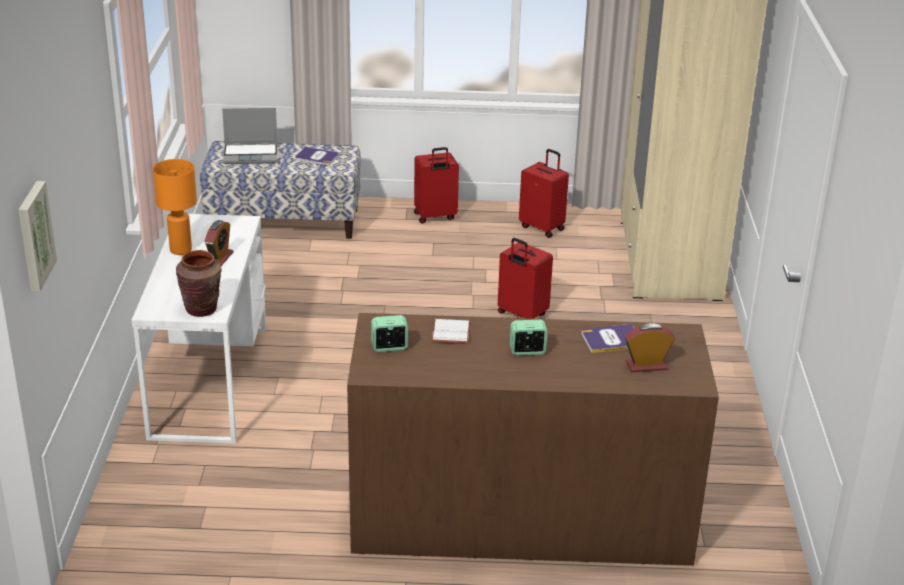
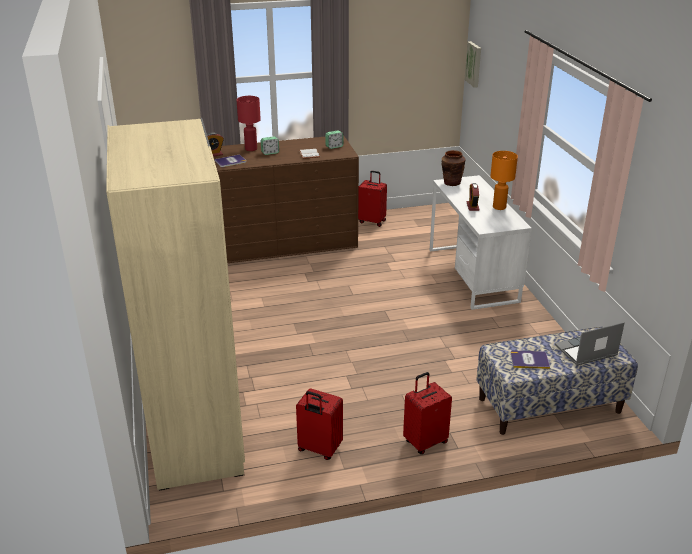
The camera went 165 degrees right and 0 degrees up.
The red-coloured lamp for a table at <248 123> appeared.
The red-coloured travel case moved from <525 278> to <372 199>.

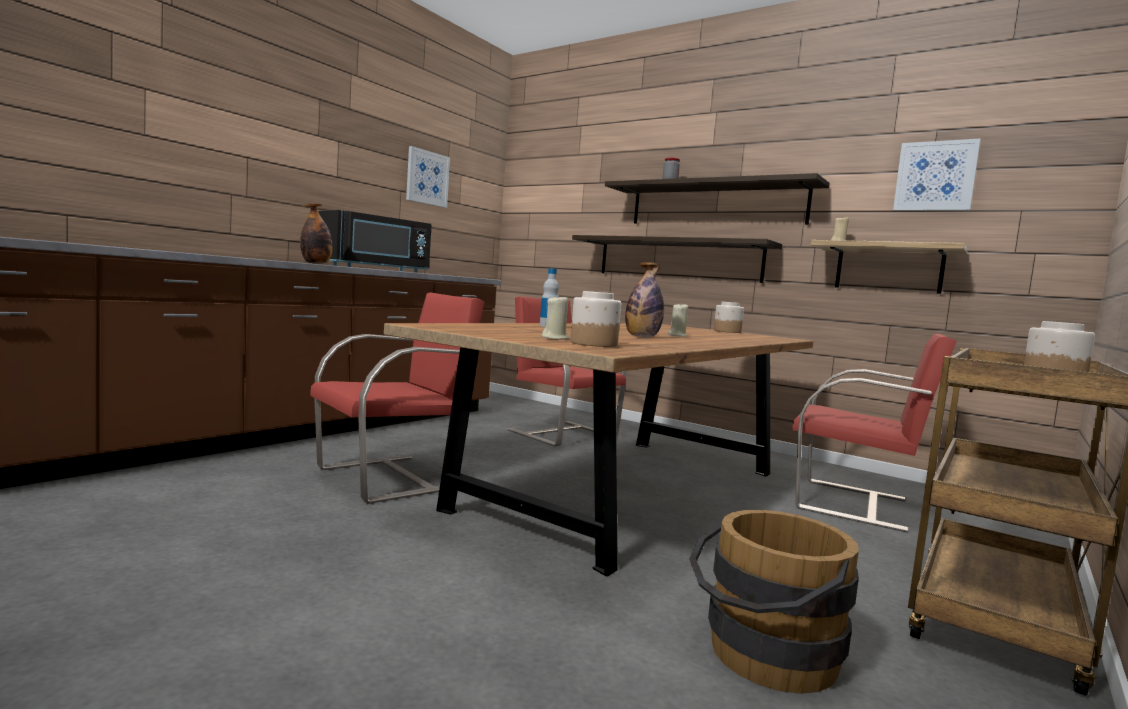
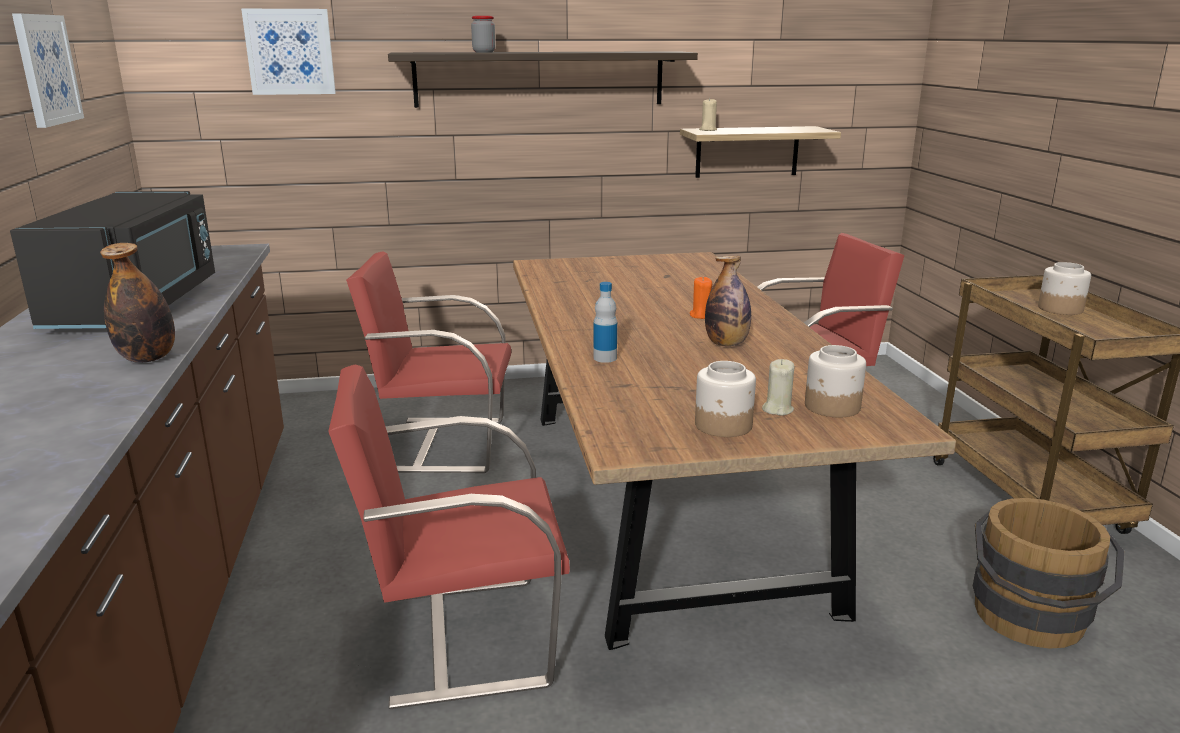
The camera went 45 degrees left and 15 degrees up.
The wall shelf at <677 259> disappeared.
The preserve jar moved from <729 317> to <725 399>.
The wall picture moved from <936 174> to <288 52>.
The beige-coloured wax light at <678 319> became the orange wax light at <701 298>.
The red-coloured upright chair at <397 398> turned 105 degrees counterclockwise.

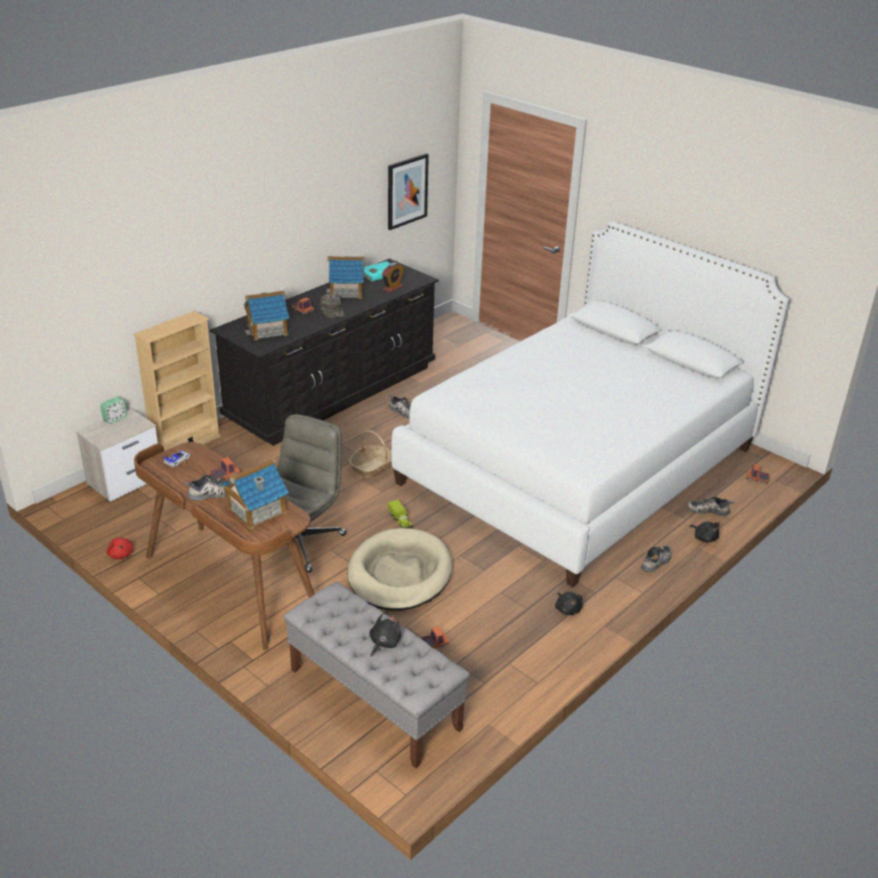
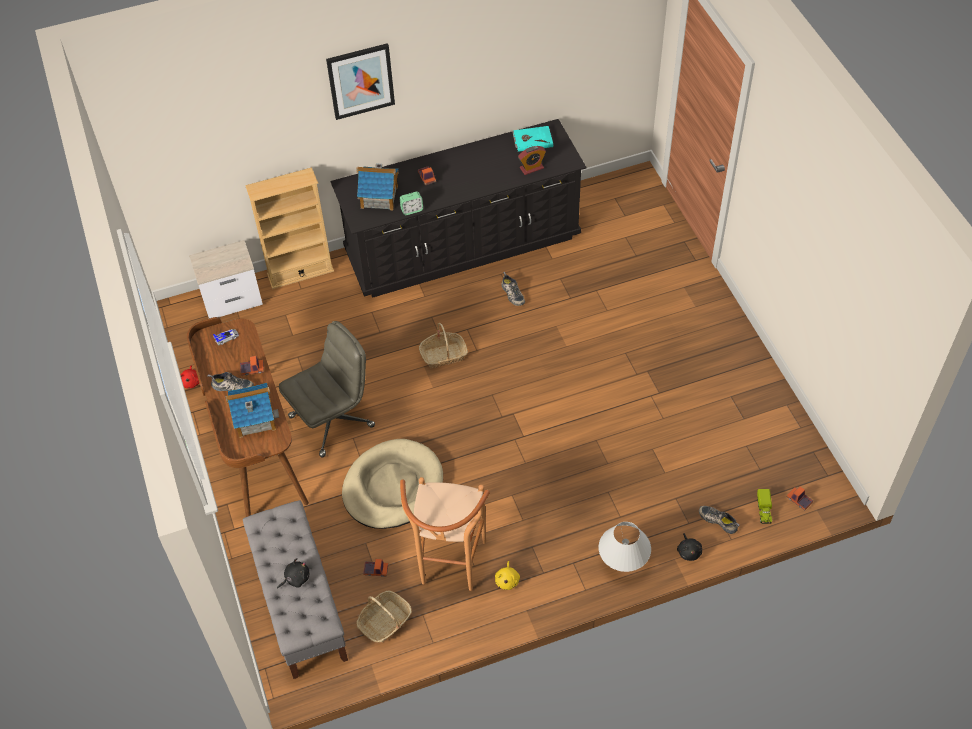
The camera went 30 degrees right and 20 degrees up.
The green baseball cap at <332 306> disappeared.
The toy house at <345 277> disappeared.
The whitish bed at <590 405> disappeared.
The basket at <384 616> appeared.
The brownish stool at <445 534> appeared.
The bedside clock moved from <113 410> to <411 203>.
The wall picture moved from <408 191> to <360 81>.
The toy lorry moved from <400 514> to <764 506>.
The shoe at <656 558> was replaced by the whitish lamp for a table at <625 547>.
The black soft toy at <569 603> became the yellow soft toy at <507 575>.

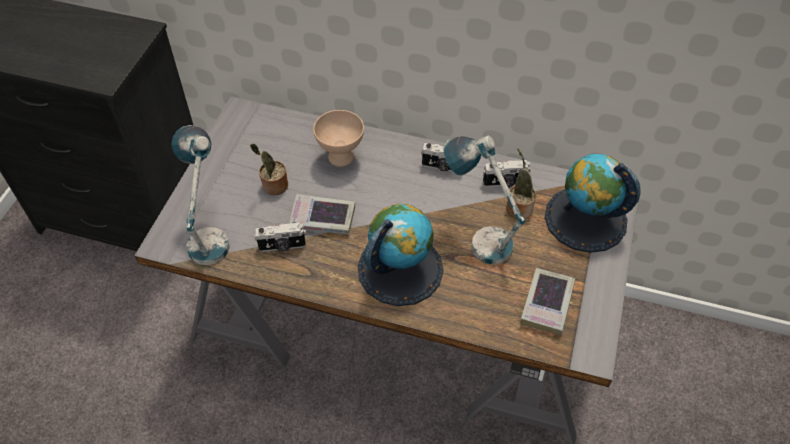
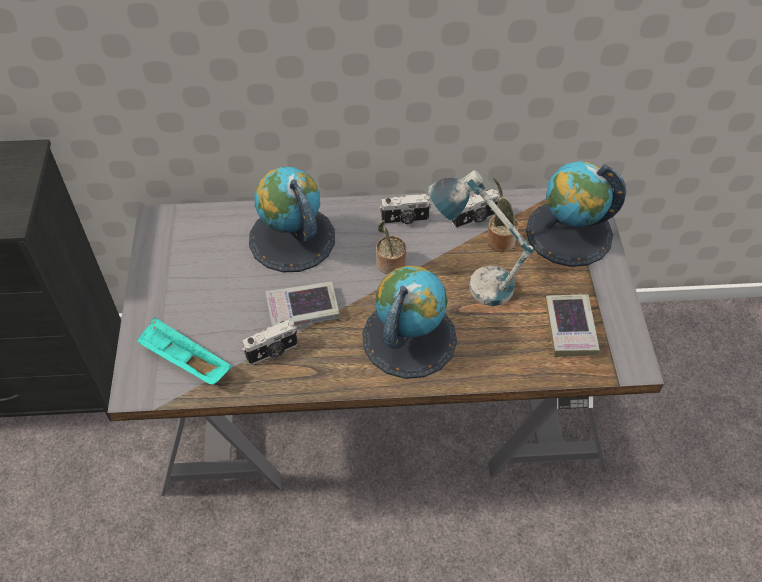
The camera went 20 degrees left and 0 degrees up.
The plant in a pot moved from <269 169> to <391 247>.
The lamp for a table at <201 195> was replaced by the blue-green serving tray at <184 351>.
The beige-coloured bowl at <338 138> was replaced by the world globe at <292 219>.

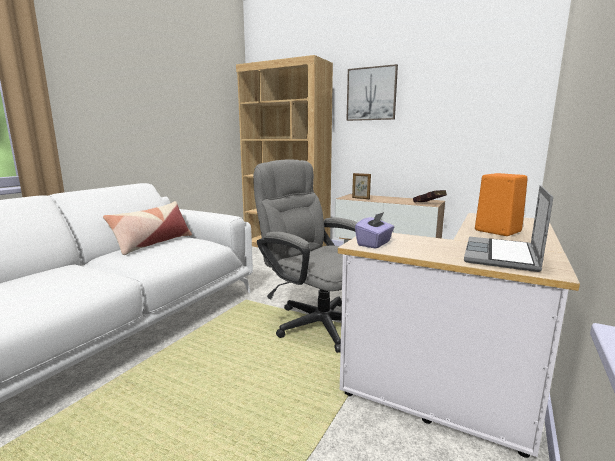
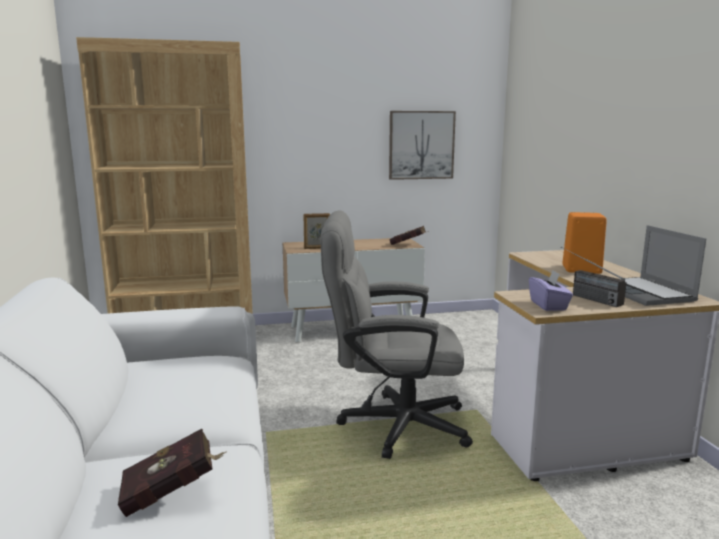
The camera went 40 degrees left and 0 degrees up.
The pillow at <147 228> disappeared.
The red-coloured bound book at <172 473> appeared.
The radio receiver at <594 277> appeared.
The wall picture moved from <372 92> to <422 145>.

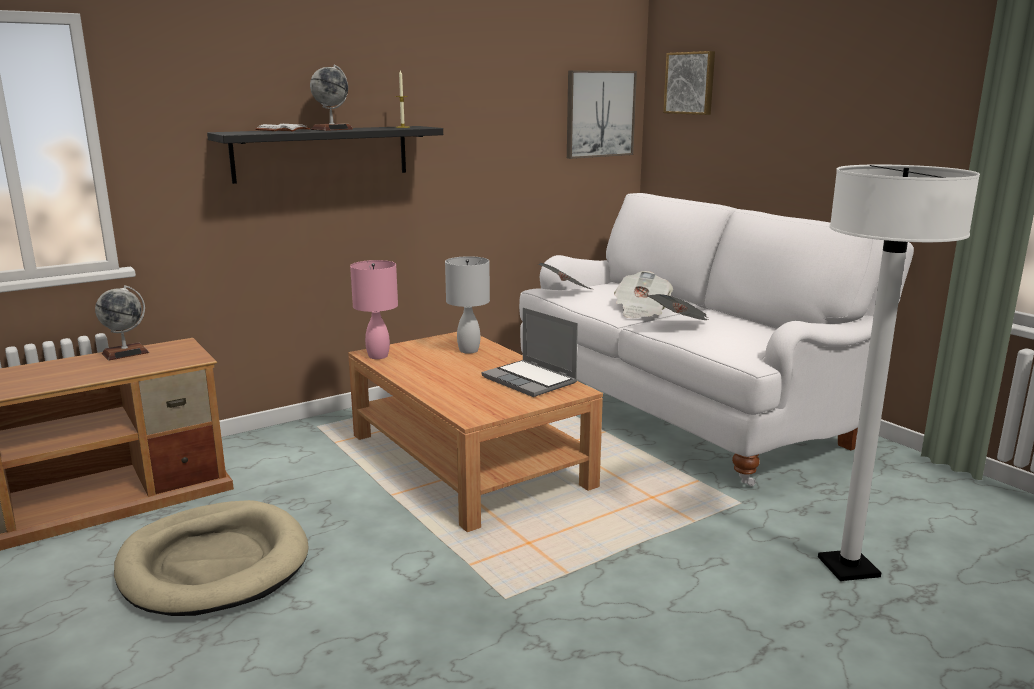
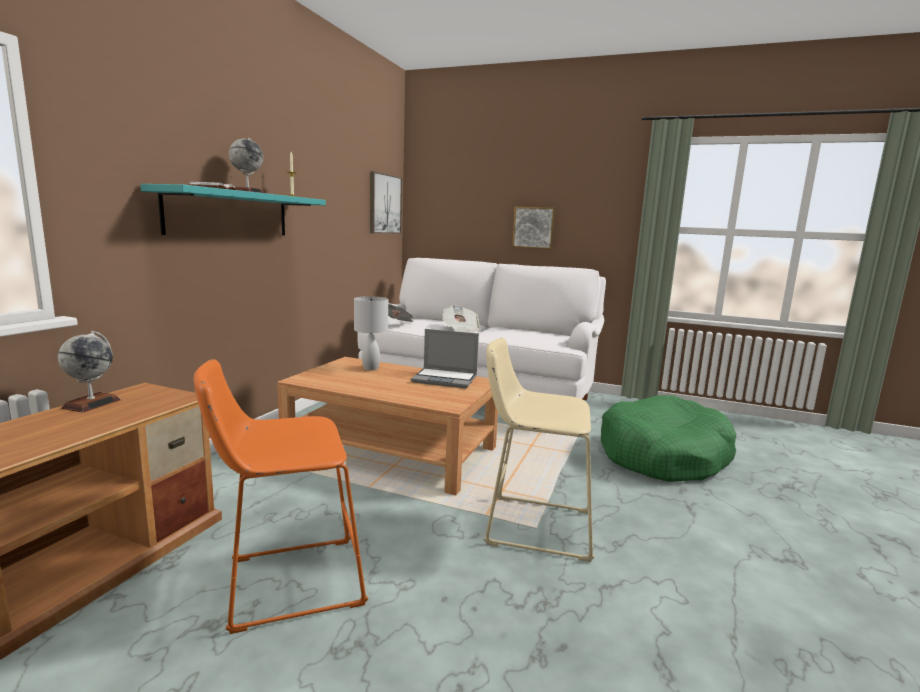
The camera went 35 degrees left and 5 degrees down.
The pink lamp for a table at <374 309> disappeared.
The printed paper at <678 307> disappeared.
The beige-coloured stool at <539 450> appeared.
The wall picture moved from <689 83> to <533 228>.
The beige-coloured dog bed at <211 558> was replaced by the orange stool at <281 496>.
The whitish standing lamp at <899 372> was replaced by the green dog bed at <668 438>.
The black wall shelf at <325 155> became the blue-green wall shelf at <233 209>.

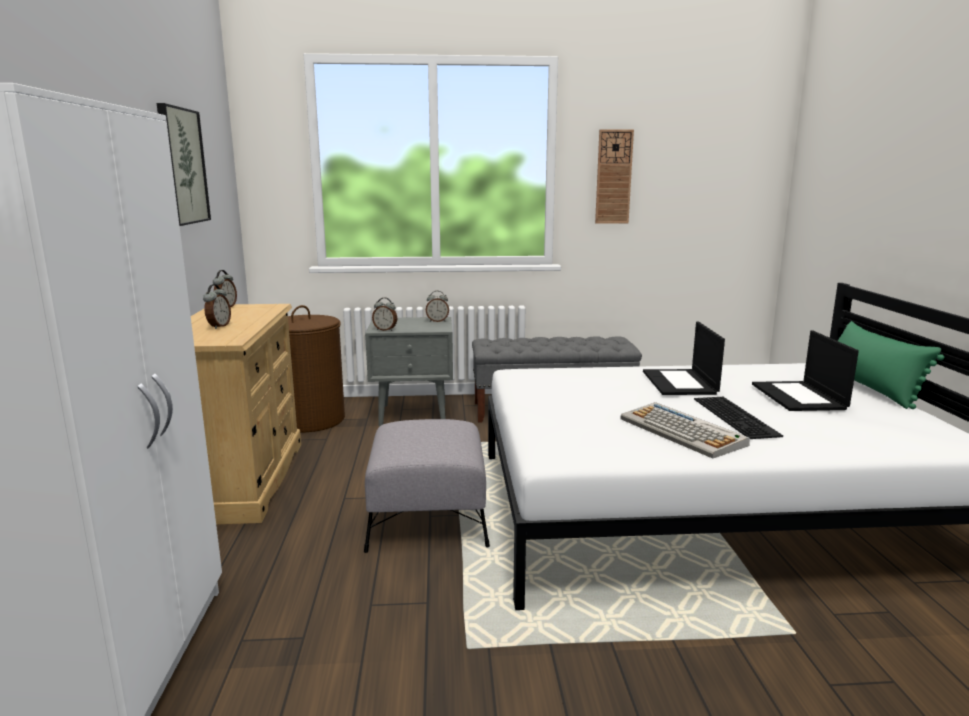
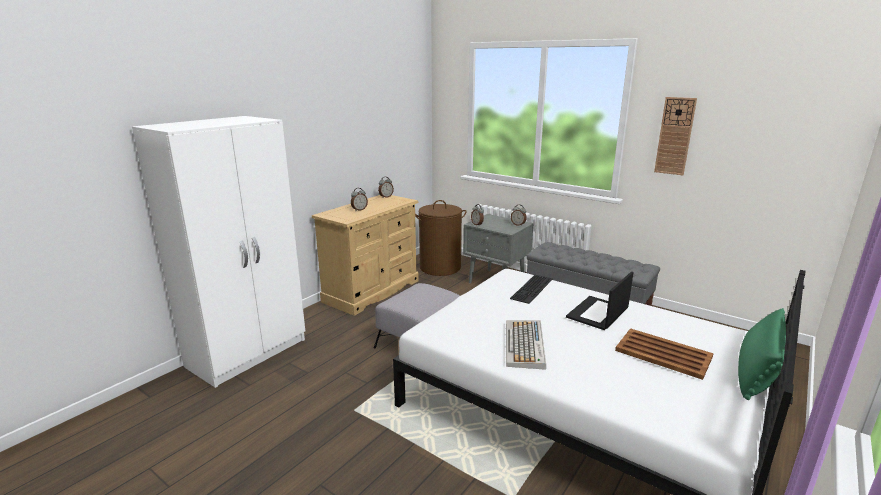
The camera went 40 degrees right and 5 degrees up.
The wall picture at <184 164> disappeared.
The keyboard moved from <738 418> to <531 289>.
The laptop at <805 371> was replaced by the brownish serving tray at <664 354>.

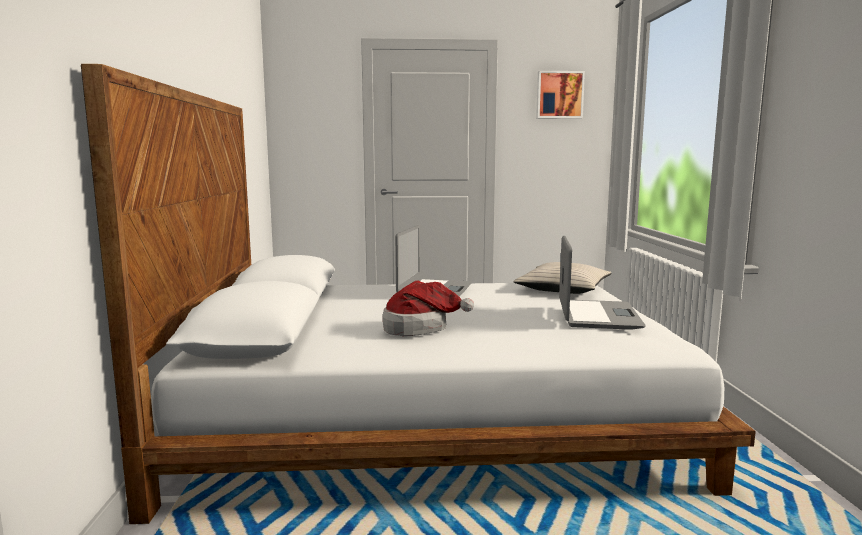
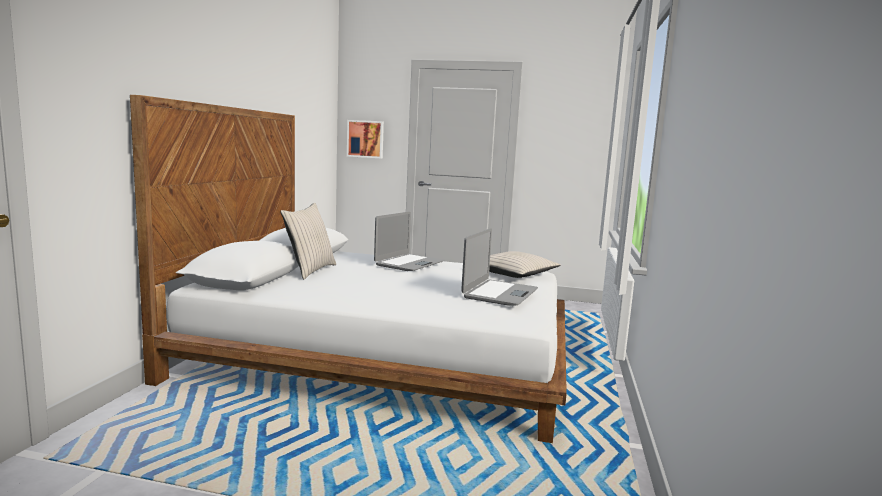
The camera went 15 degrees right and 0 degrees up.
The hat at <428 308> disappeared.
The beige-coloured pillow at <308 241> appeared.
The wall picture moved from <560 95> to <365 139>.

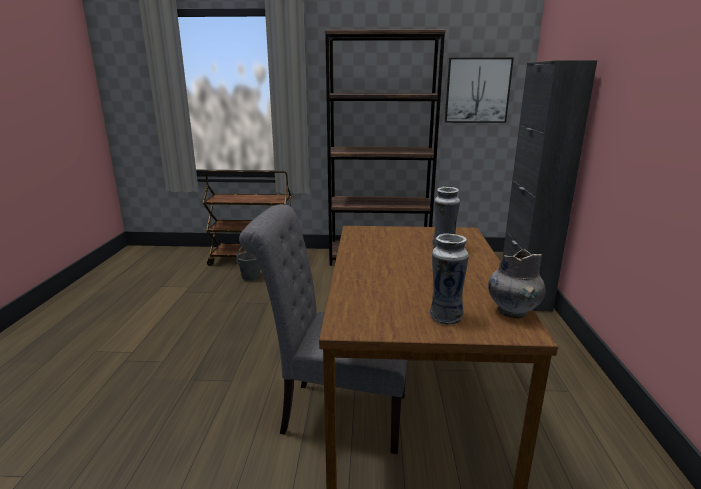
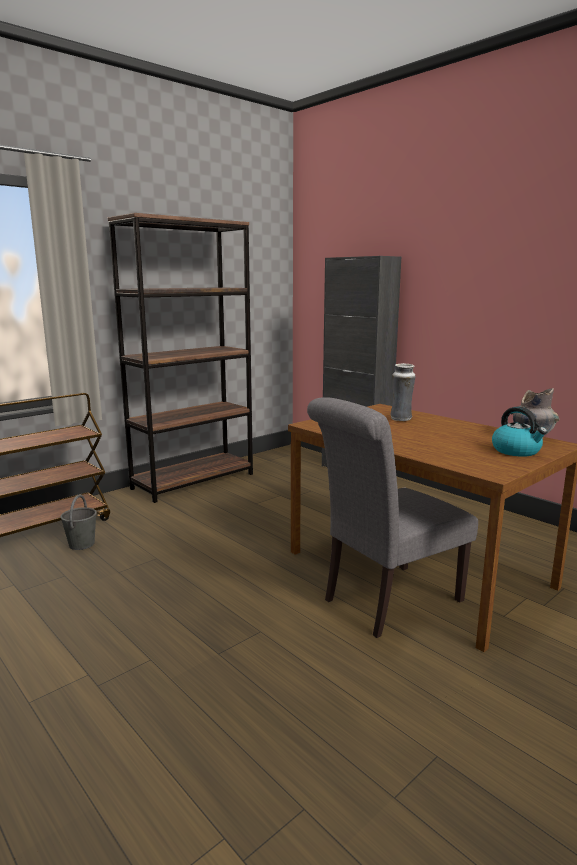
The camera went 45 degrees left and 5 degrees down.
The wall picture at <479 90> disappeared.
The decorative vase at <449 279> was replaced by the water kettle at <519 432>.

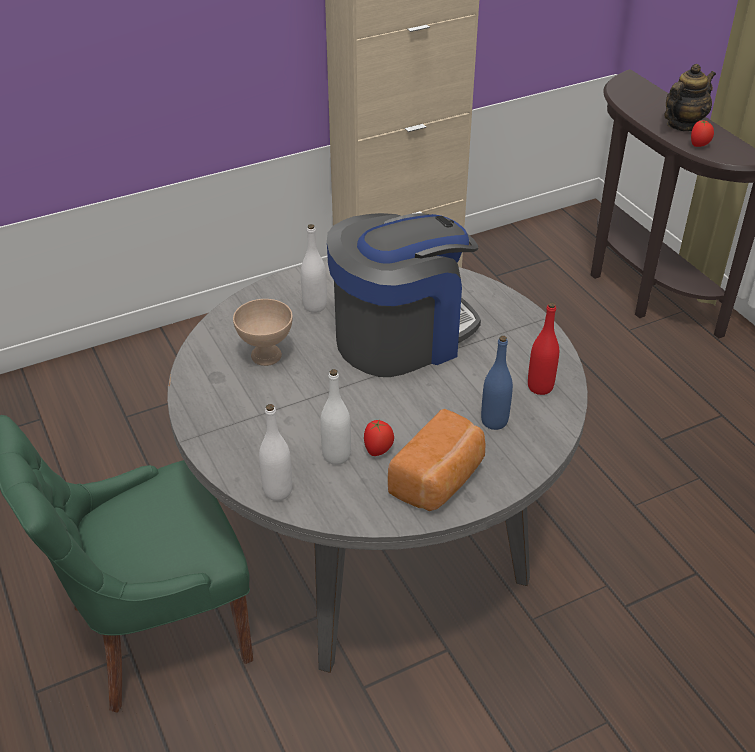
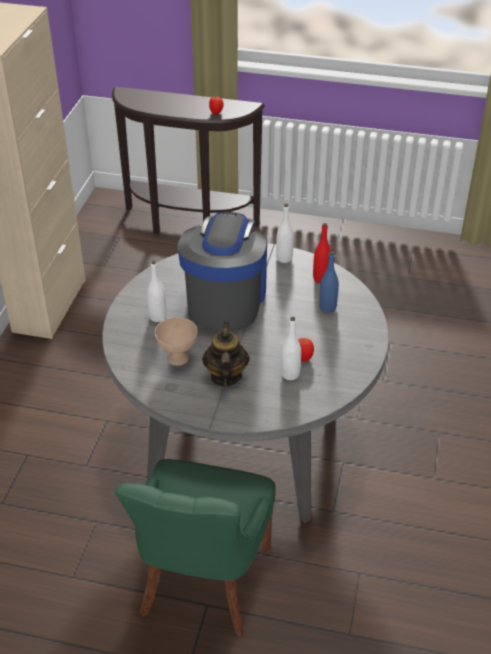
The camera went 50 degrees left and 0 degrees up.
The bakery bread at <437 460> disappeared.
The whitish drink bottle moved from <275 452> to <285 233>.
The pot for tea moved from <690 97> to <226 354>.

